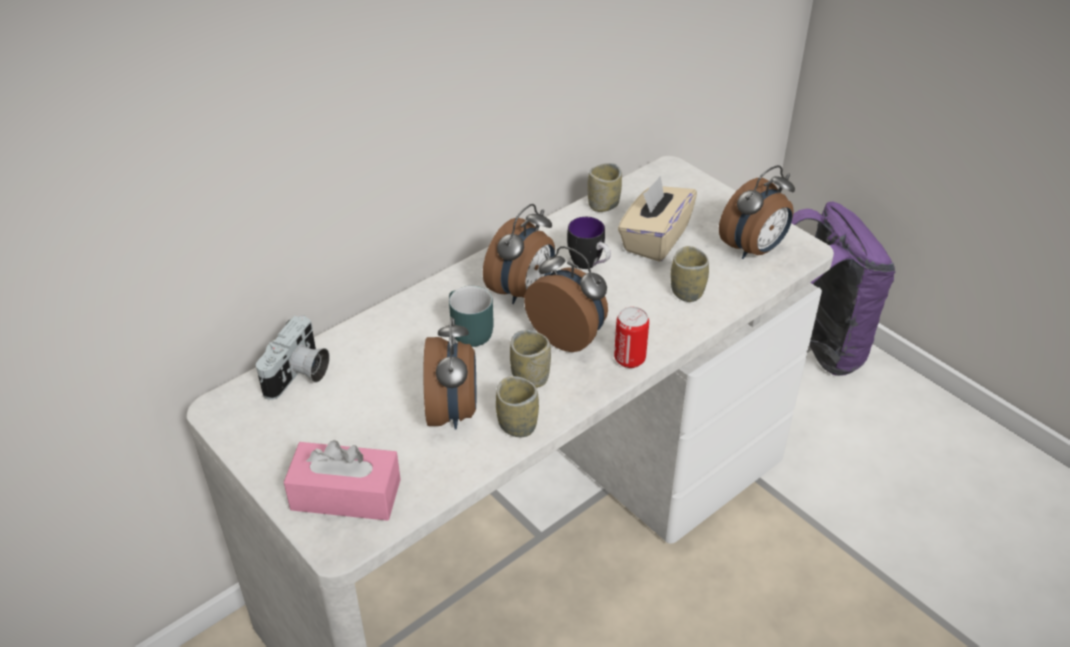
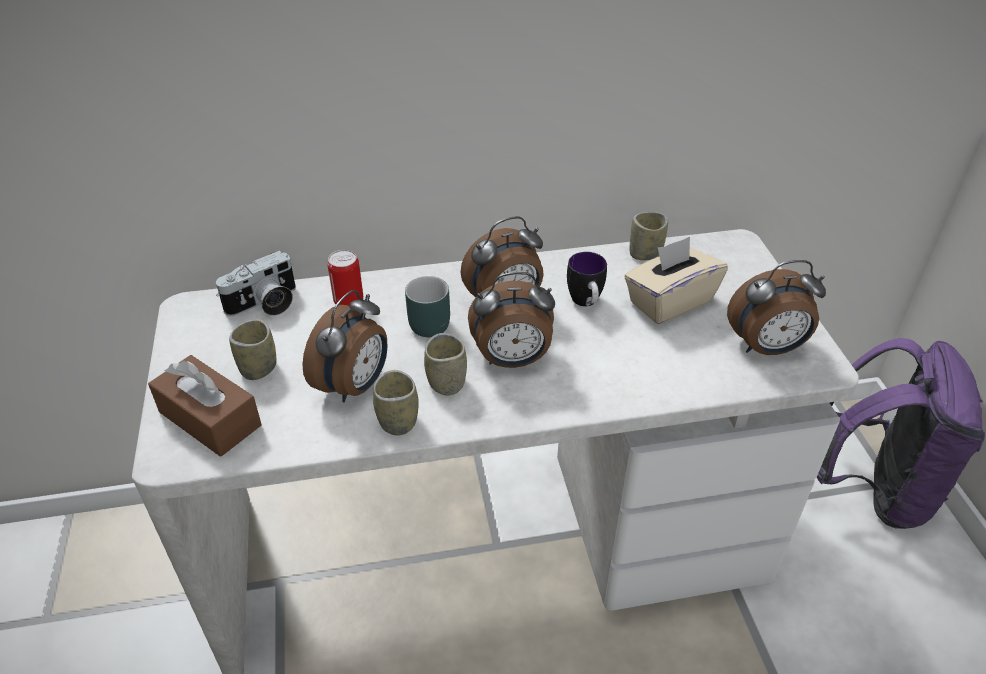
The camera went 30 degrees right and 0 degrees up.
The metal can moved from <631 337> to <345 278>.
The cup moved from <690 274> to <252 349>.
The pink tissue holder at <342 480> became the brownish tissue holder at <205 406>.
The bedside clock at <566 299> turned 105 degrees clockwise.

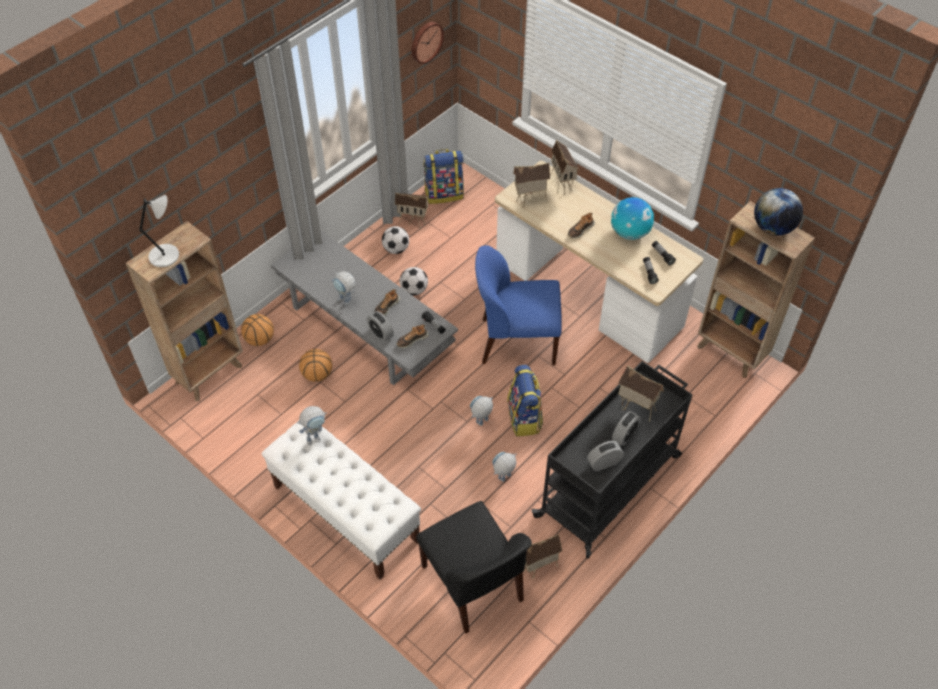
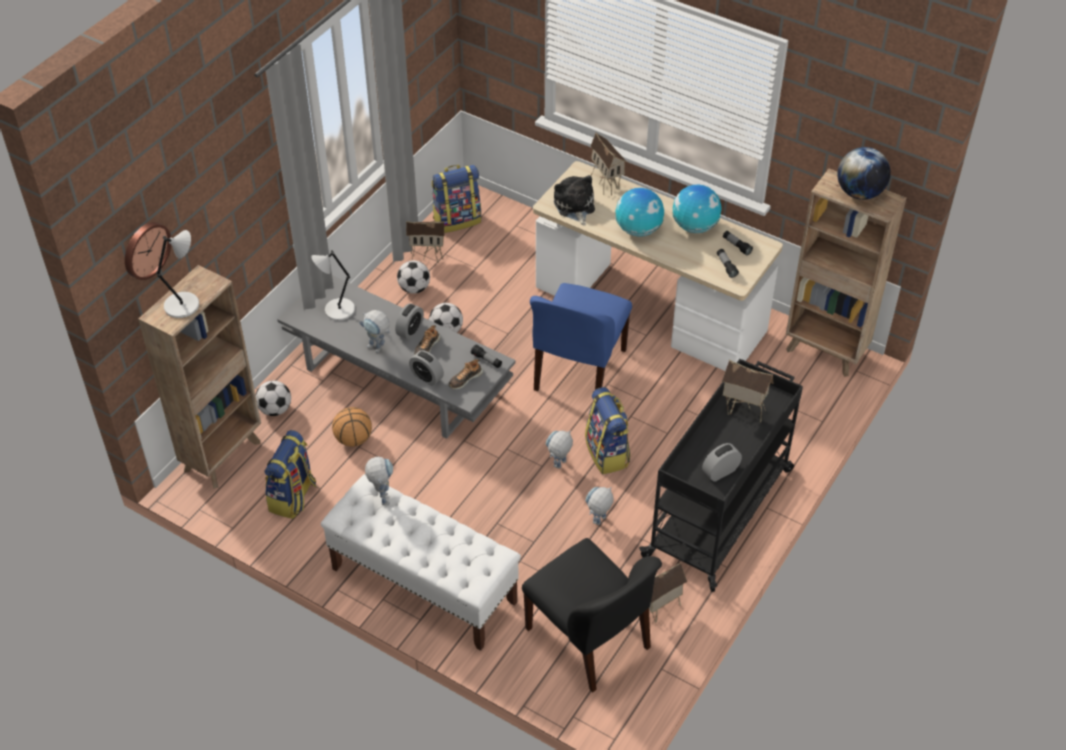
The camera went 10 degrees left and 5 degrees down.
The rucksack at <290 474> appeared.
The gray lamp for a table at <333 285> appeared.
The clock on the wall moved from <427 43> to <148 251>.
The bedside clock moved from <626 428> to <409 321>.
The basketball ball at <257 330> was replaced by the football ball at <273 398>.
The toy house at <531 185> was replaced by the soft toy at <574 200>.
The shoe at <581 226> was replaced by the world globe at <640 212>.
The robot figure at <312 425> turned 60 degrees counterclockwise.
The bluish upright chair at <518 305> turned 60 degrees counterclockwise.

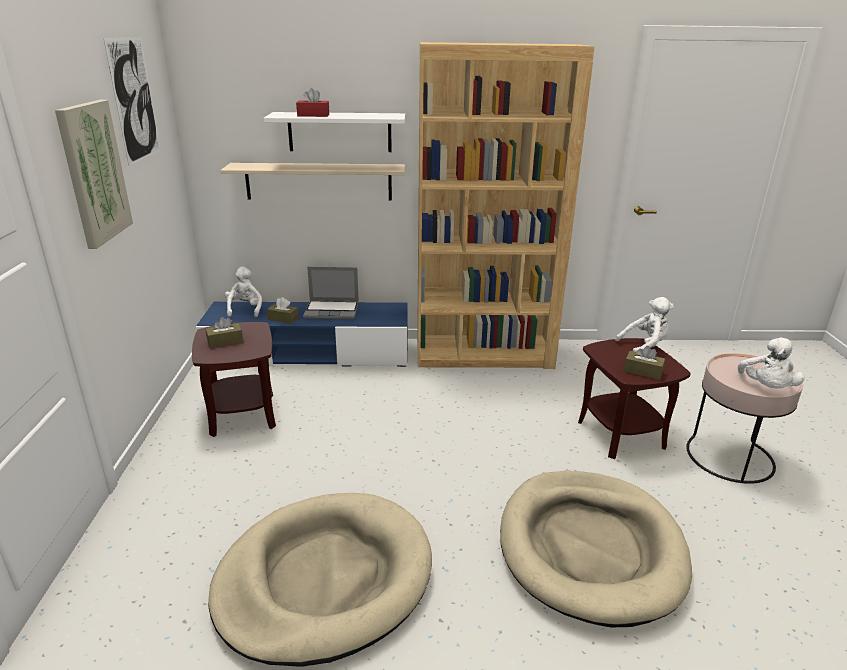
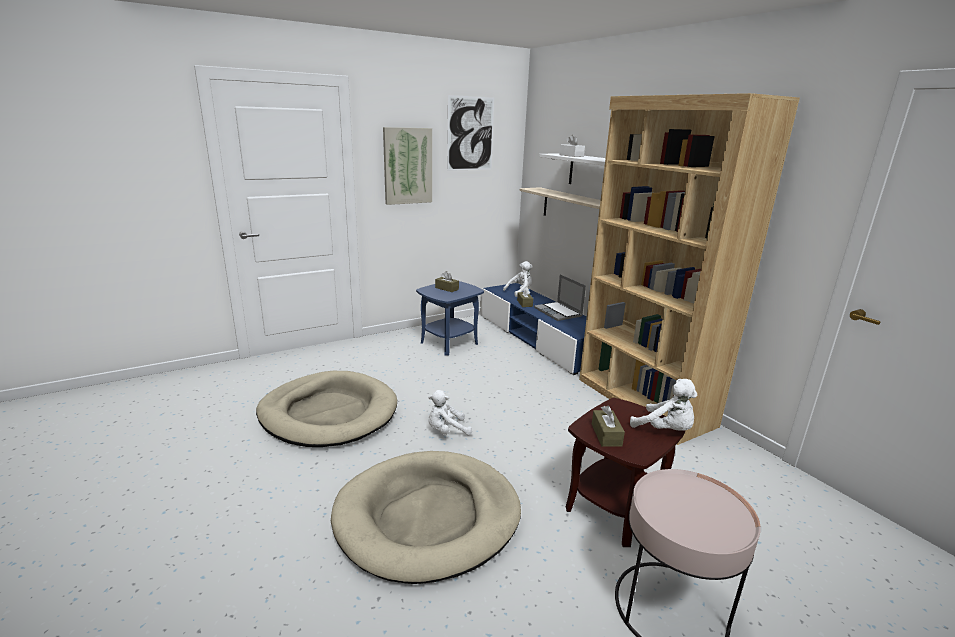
The camera went 60 degrees right and 5 degrees down.
The whitish soft toy moved from <771 363> to <450 413>.
The brownish accent table at <234 379> became the bluish accent table at <450 318>.
The red-coloured tissue holder at <312 102> became the whitish tissue holder at <572 146>.

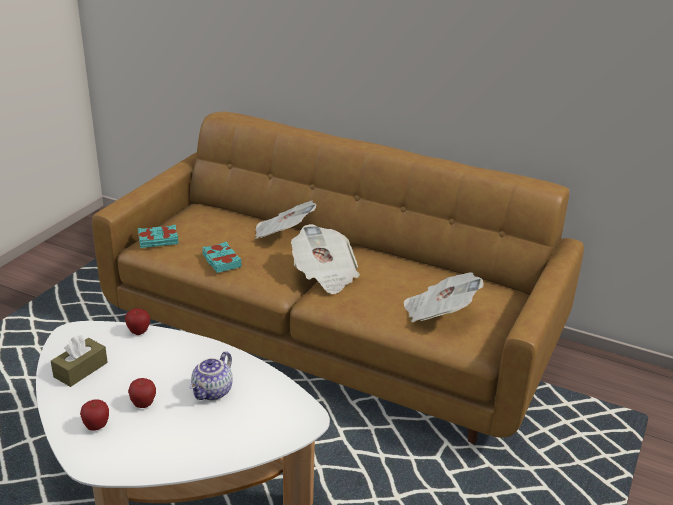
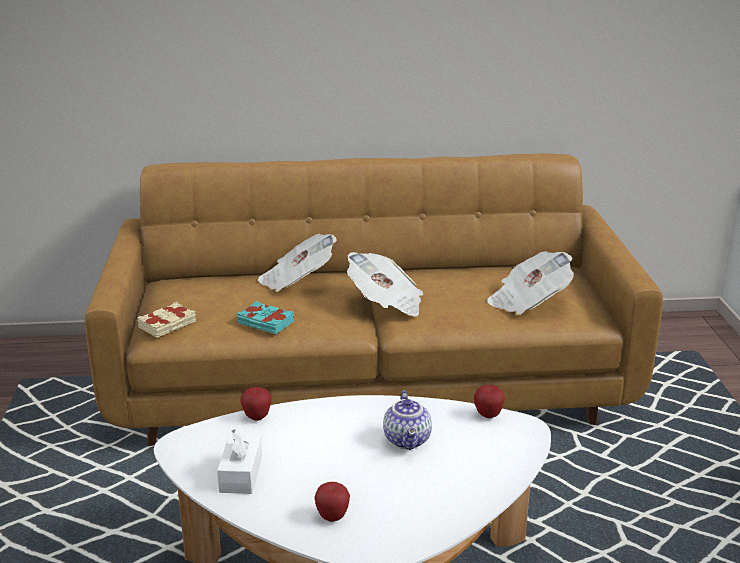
The camera went 30 degrees left and 5 degrees down.
The whole apple moved from <142 393> to <489 401>.
The brownish tissue holder at <79 361> became the whitish tissue holder at <239 461>.
The blue-green bound book at <158 236> became the beige-coloured bound book at <166 320>.

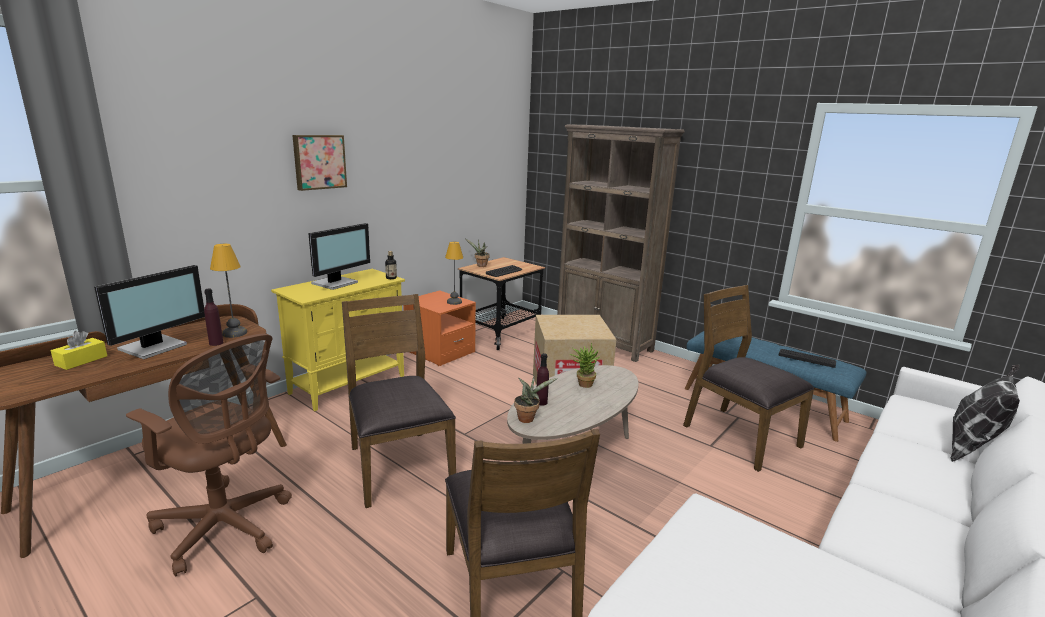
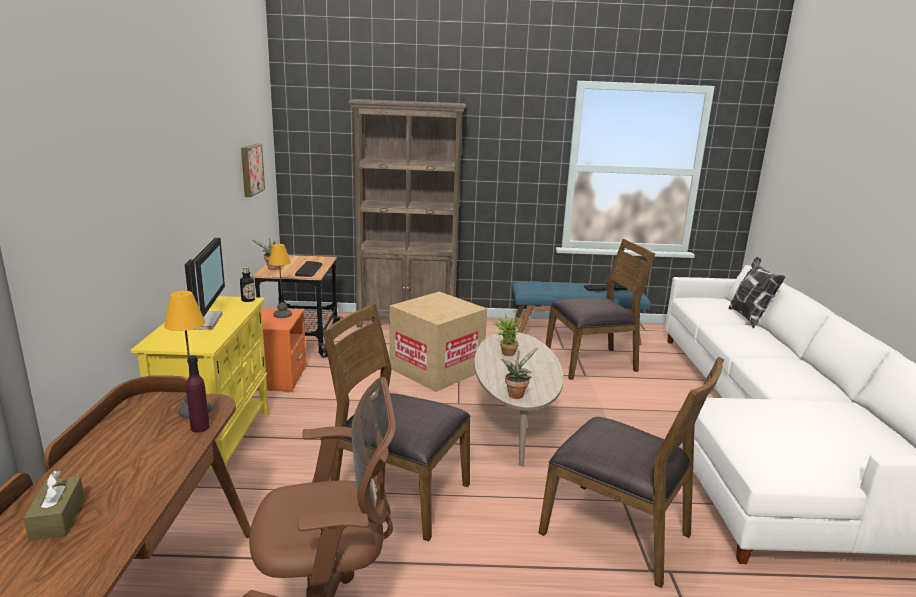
The camera went 40 degrees left and 0 degrees up.
The computer screen at <149 312> disappeared.
The purple drink bottle at <542 379> disappeared.
The wall picture moved from <319 163> to <253 170>.
The yellow tissue holder at <79 350> became the brownish tissue holder at <54 505>.
The brownish upright chair at <748 378> turned 150 degrees clockwise.

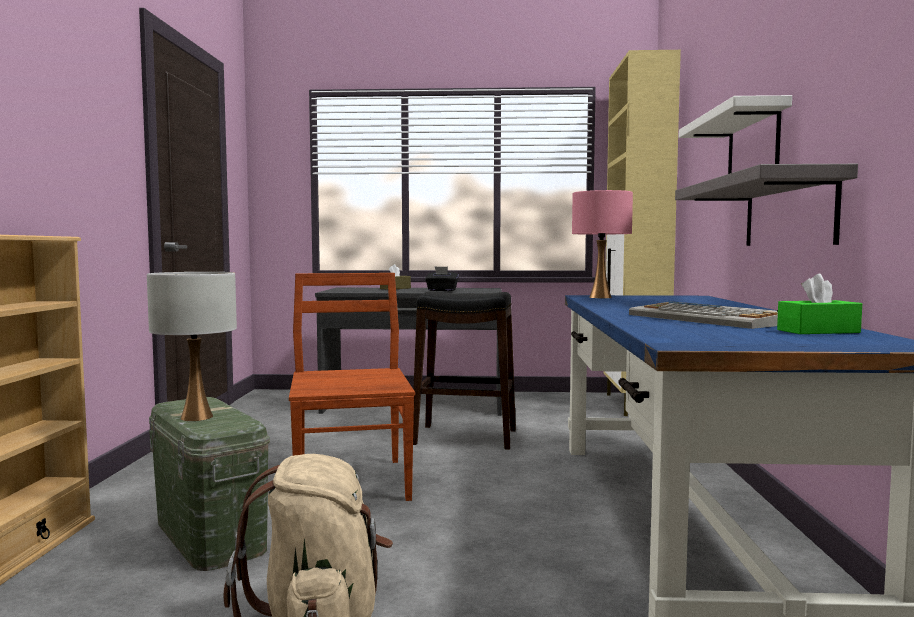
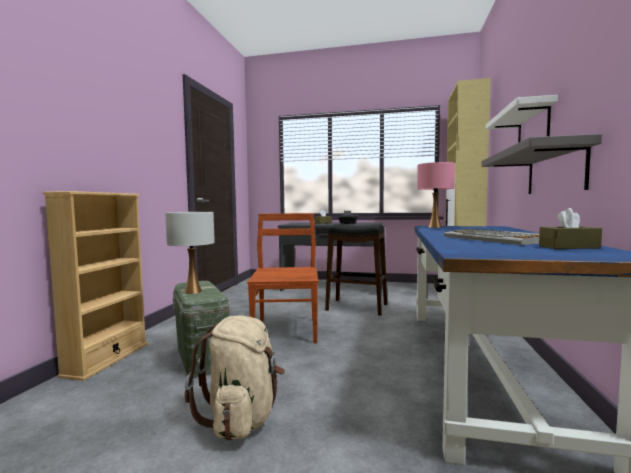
The camera went 10 degrees right and 0 degrees up.
The green tissue holder at <819 303> became the brownish tissue holder at <570 228>.

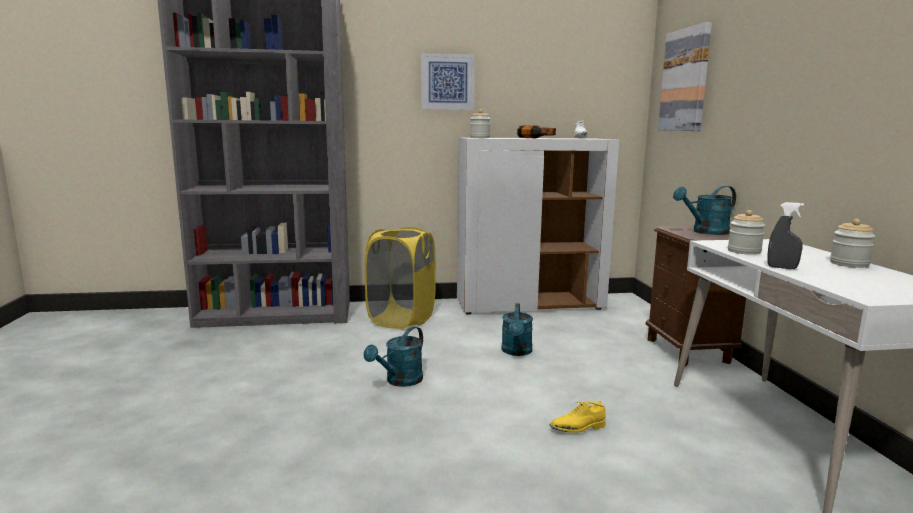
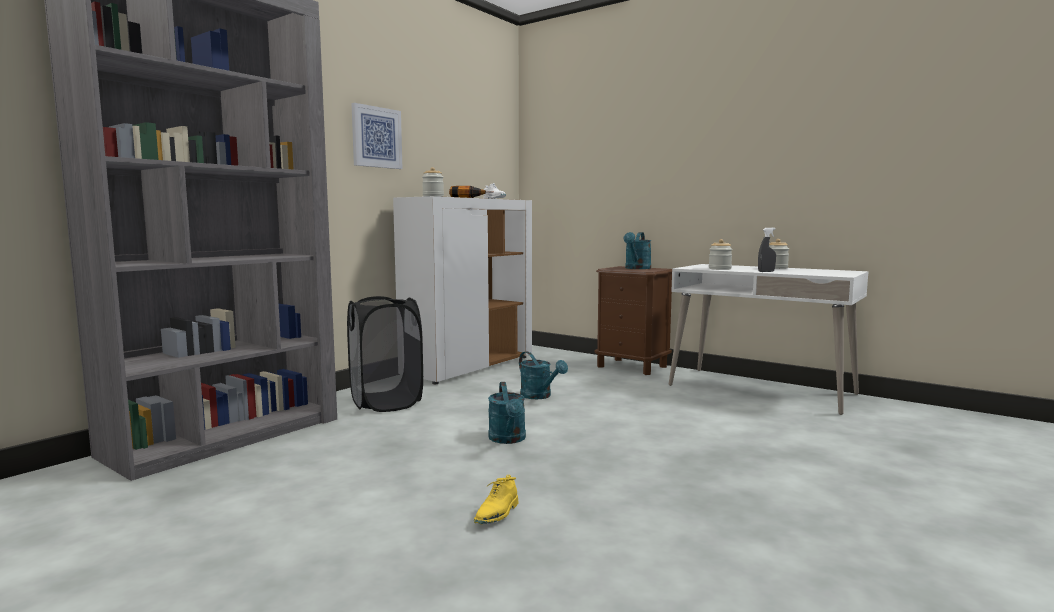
The camera went 45 degrees left and 5 degrees down.
The wall picture at <685 76> disappeared.
The yellow shoe moved from <577 417> to <496 500>.
The yellow laundry basket at <400 278> became the black laundry basket at <385 354>.

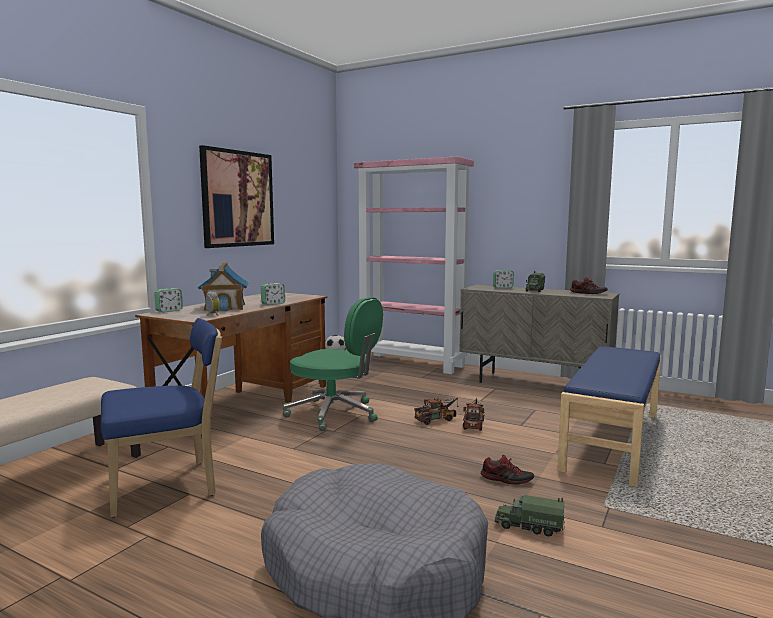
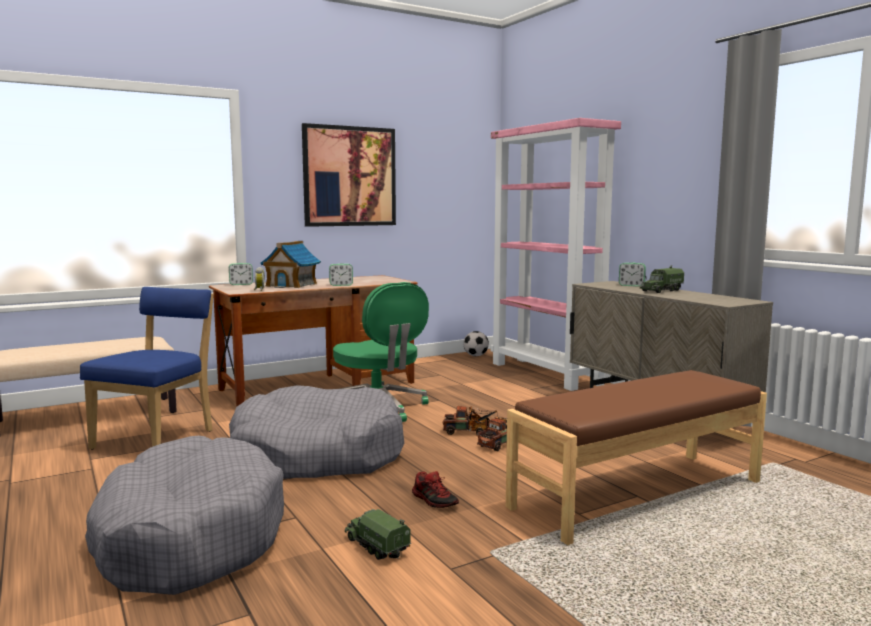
The camera went 30 degrees right and 0 degrees up.
The shoe at <589 285> disappeared.
The gray dog bed at <316 432> appeared.
The bluish long seat at <609 416> became the brownish long seat at <636 457>.
The bluish upright chair at <161 418> turned 75 degrees counterclockwise.

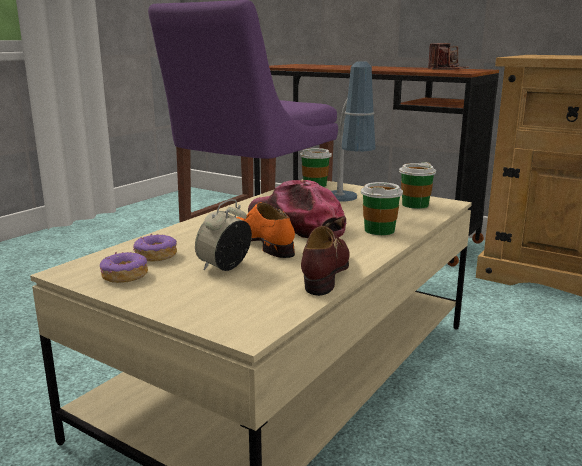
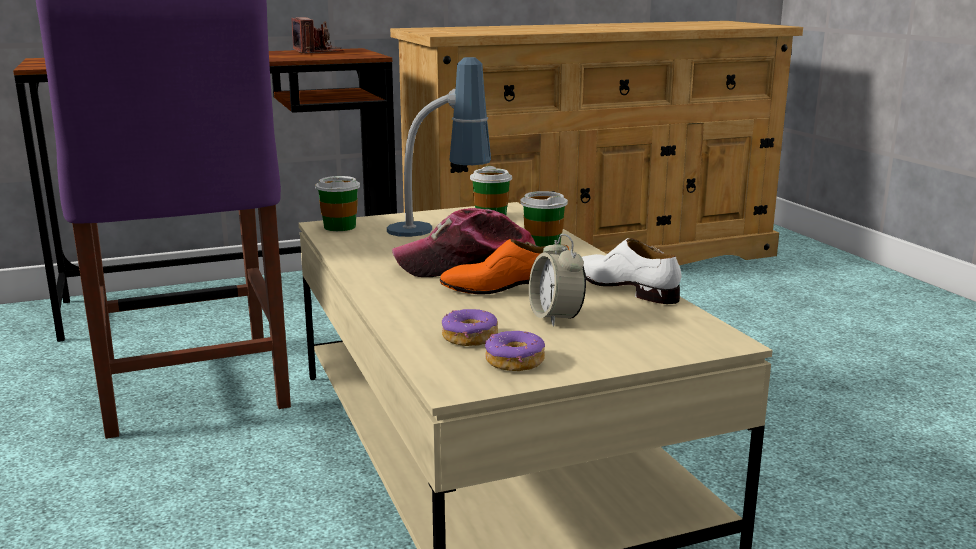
The camera went 55 degrees left and 0 degrees up.
The brownish shoe at <325 261> became the whitish shoe at <632 271>.

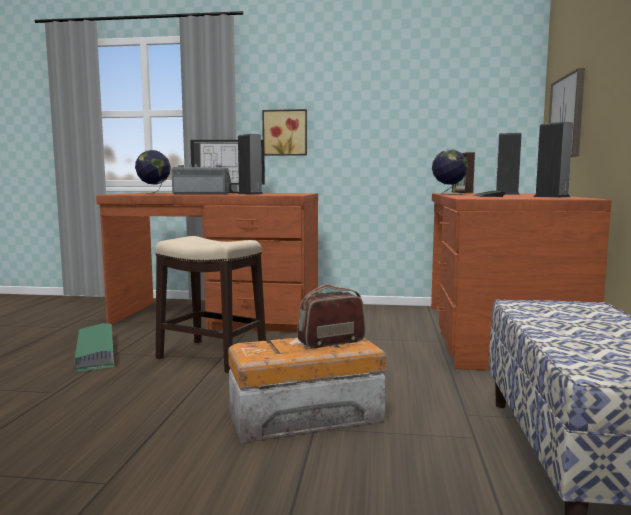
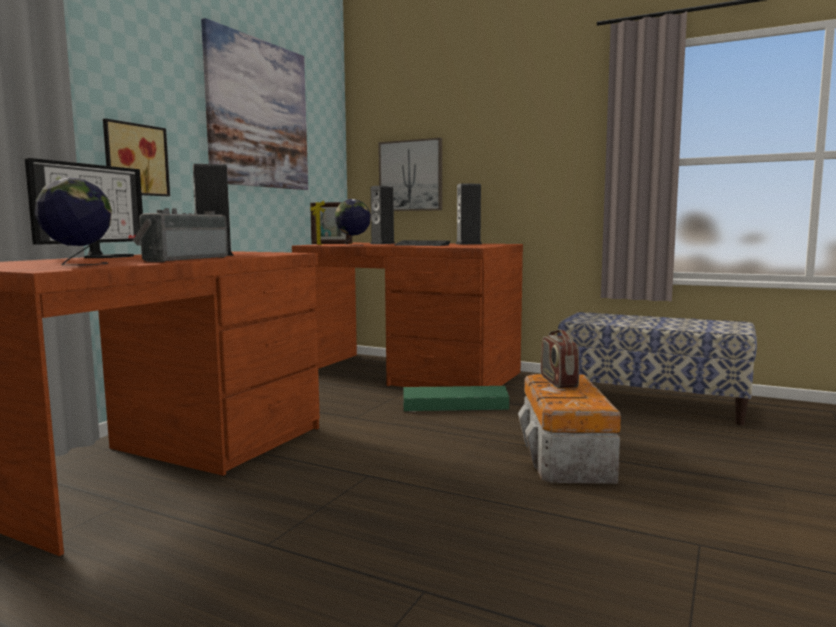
The camera went 70 degrees left and 0 degrees up.
The stool at <210 304> disappeared.
The wall picture at <254 104> appeared.
The green storage bin moved from <95 347> to <456 398>.

